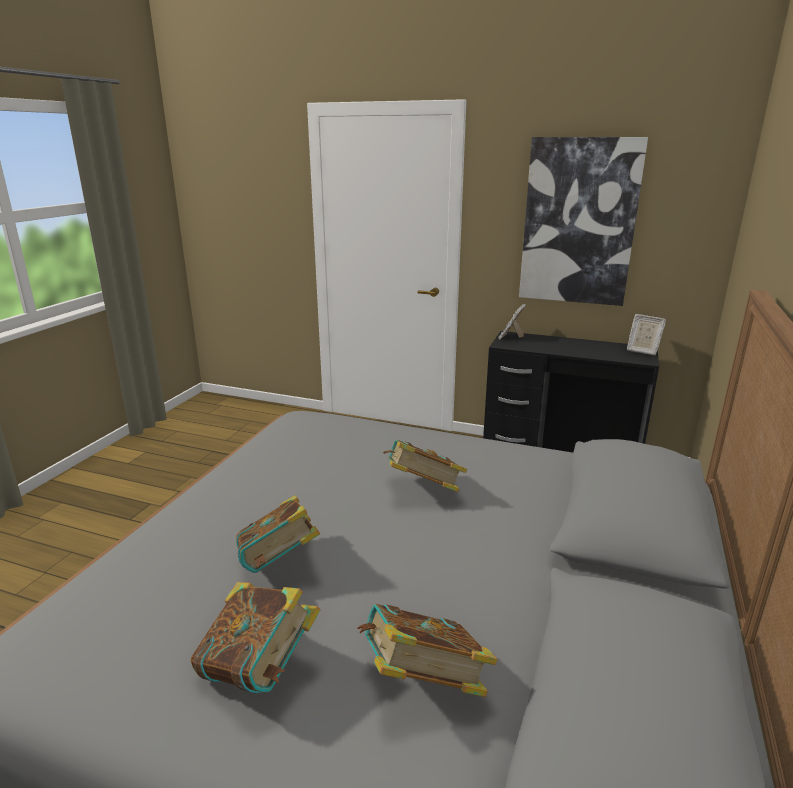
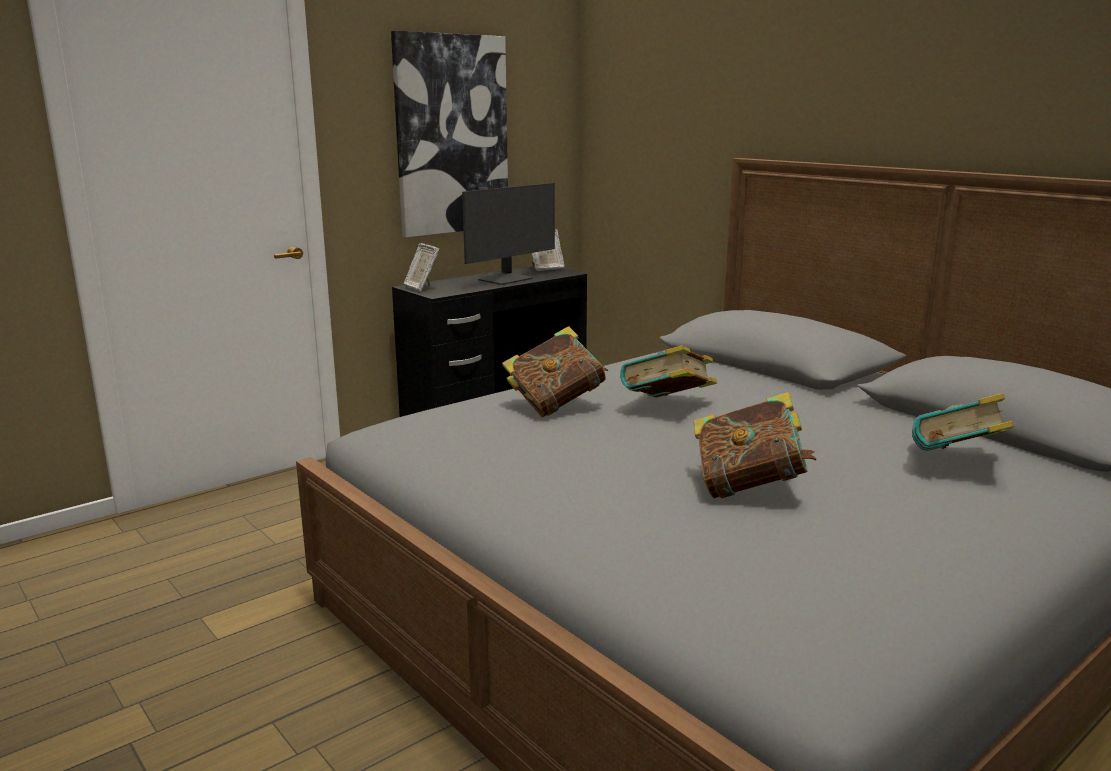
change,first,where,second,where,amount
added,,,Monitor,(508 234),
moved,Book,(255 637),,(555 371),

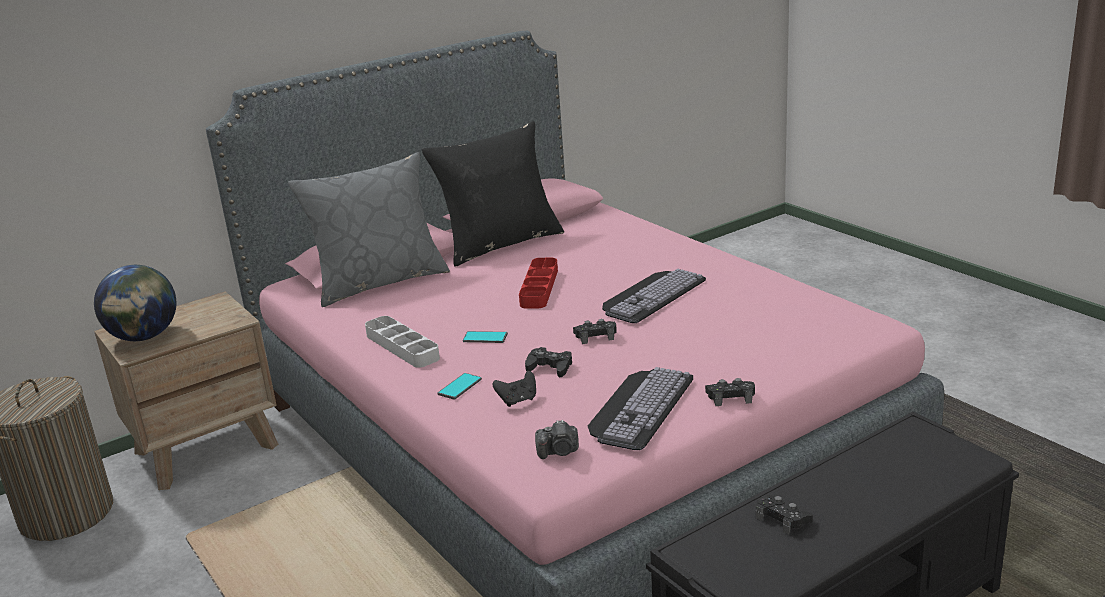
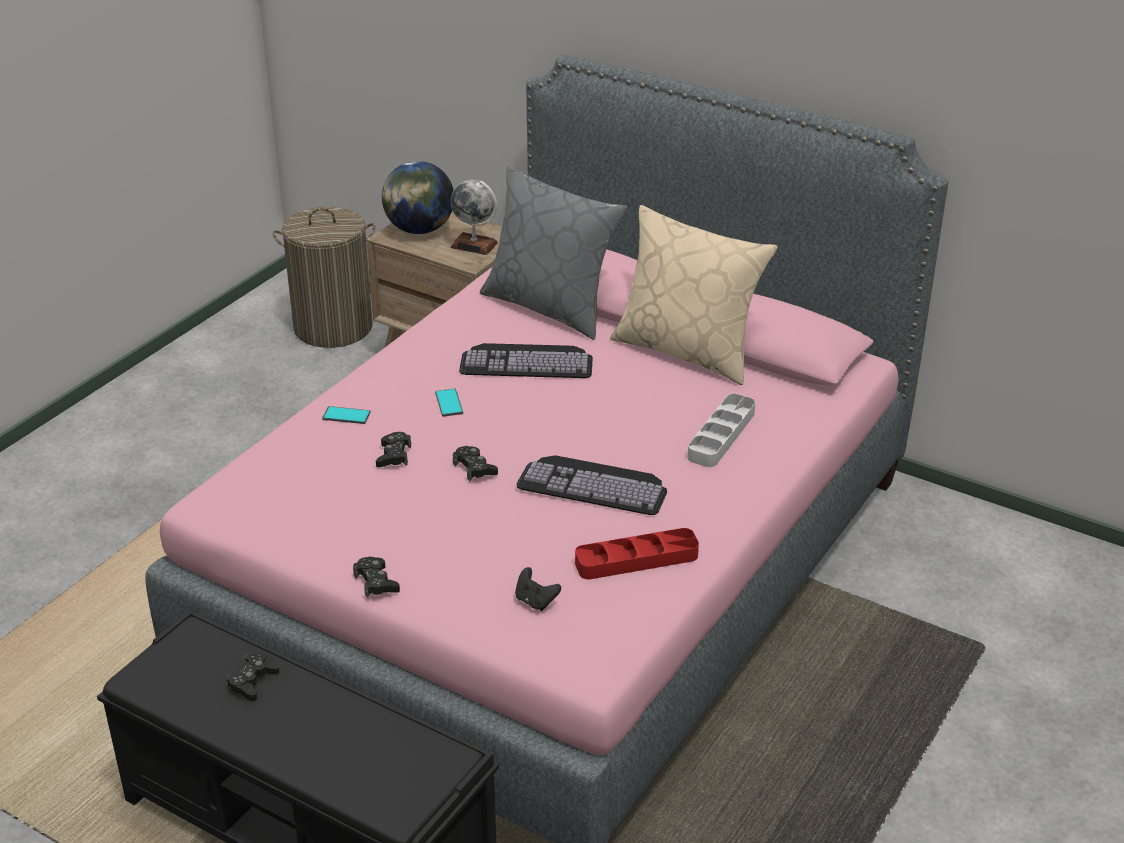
change,first,where,second,where,amount
removed,PhotoCamera,(557 439),,,
added,,,Globe,(474 217),
moved,GreyTray,(402 342),,(721 430),
moved,BlackGameController,(514 389),,(538 589),
moved,RedTray,(538 283),,(637 553),
moved,Keyboard,(640 408),,(526 360),
recoloured,BlackPillow,(493 194),BeigePillow,(693 295),

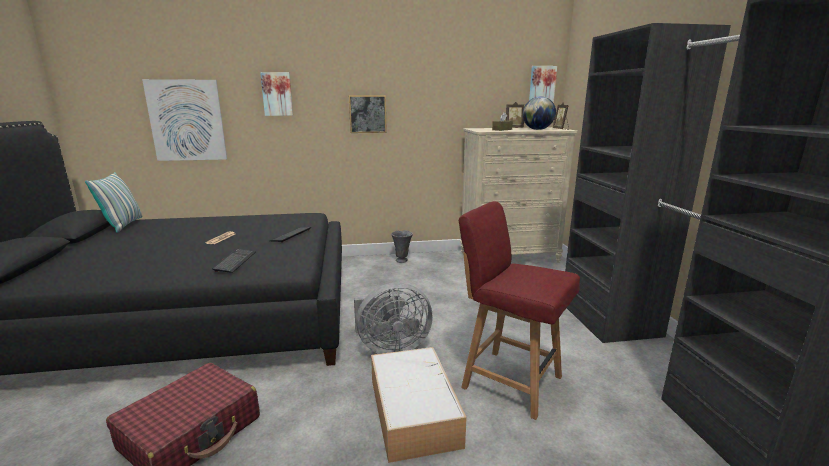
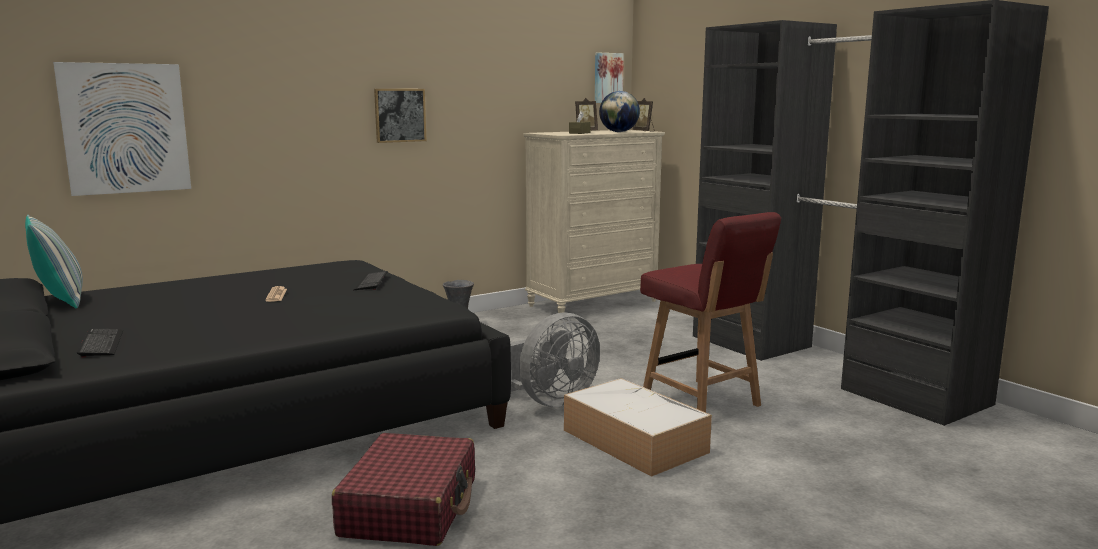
change,first,where,second,where,amount
removed,Picture,(276 94),,,
moved,Keyboard,(234 261),,(100 343),
turned,RedChair,(519 310),,(710 312),135 degrees counterclockwise

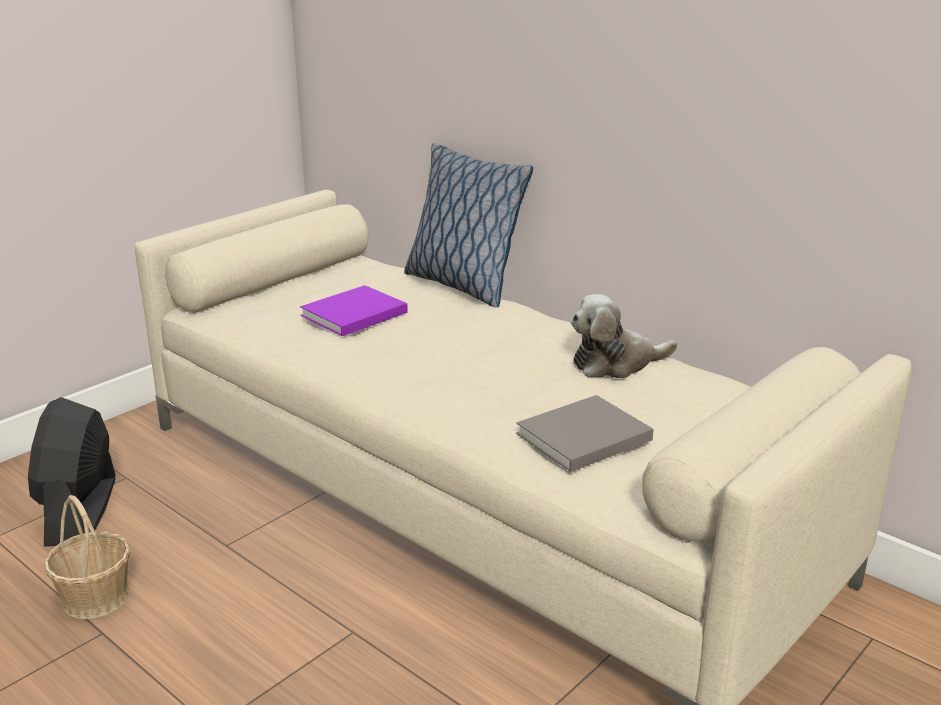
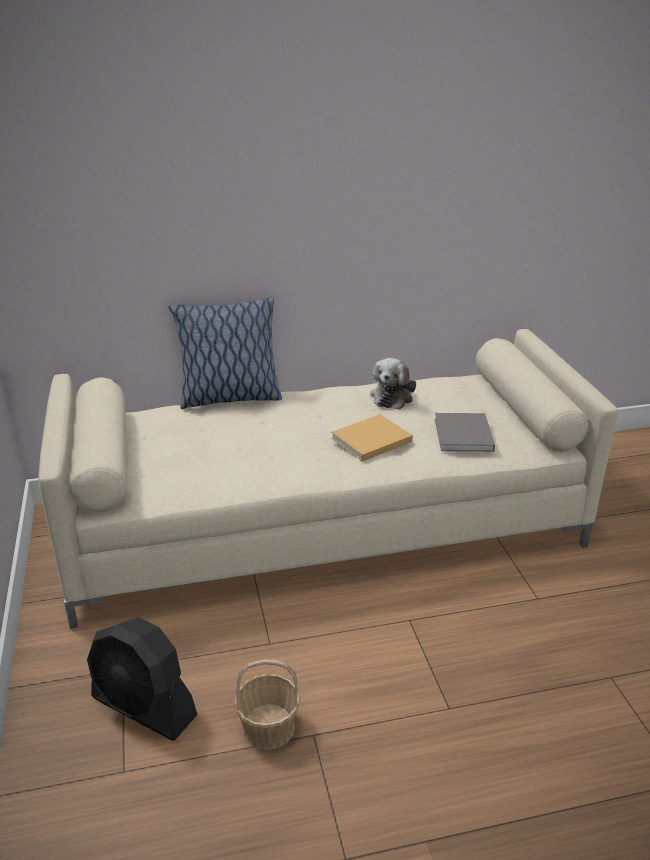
change,first,where,second,where,amount
removed,PurpleBook,(354 310),,,
added,,,BeigeBook,(372 438),

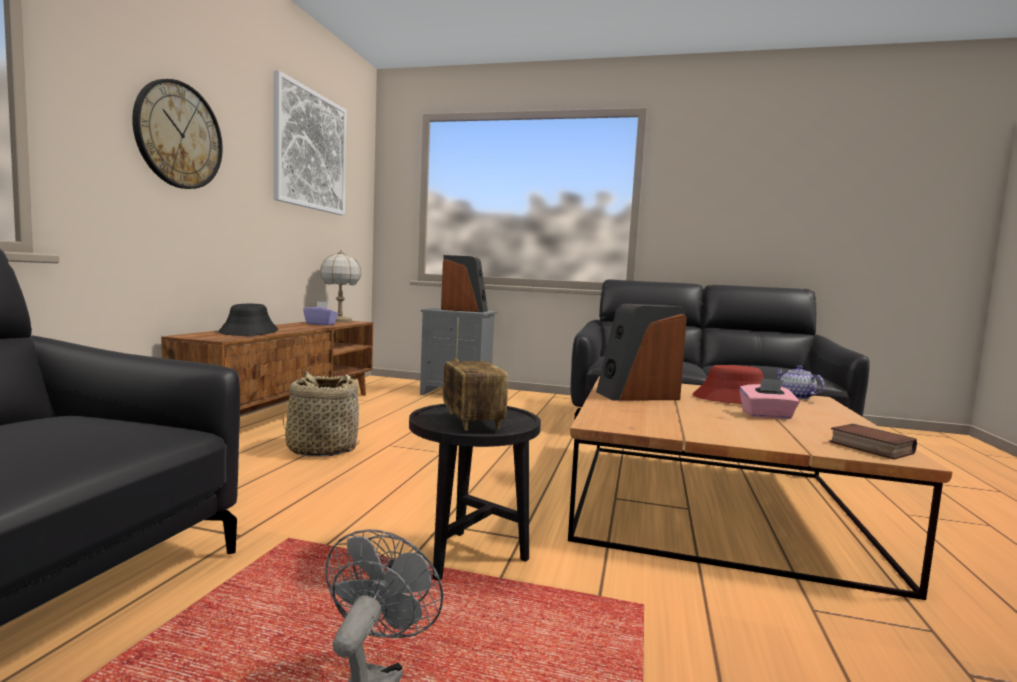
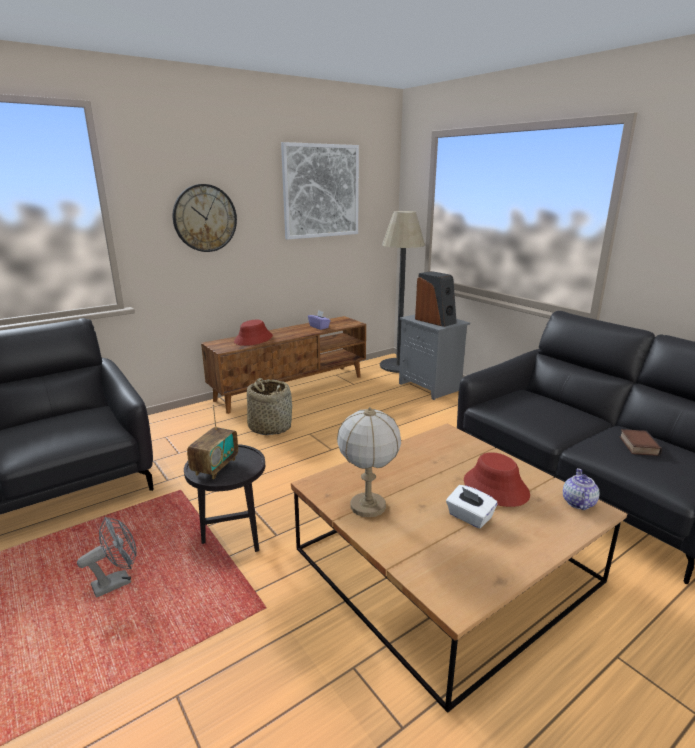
change,first,where,second,where,amount
removed,Speaker,(641 352),,,
added,,,FloorLamp,(402 292),
moved,TableLamp,(340 286),,(369 462),
moved,Book,(873 442),,(641 442),
recoloured,BlackHat,(248 320),RedHat,(253 333),
recoloured,PinkTissueBox,(769 398),WhiteTissueBox,(471 507),

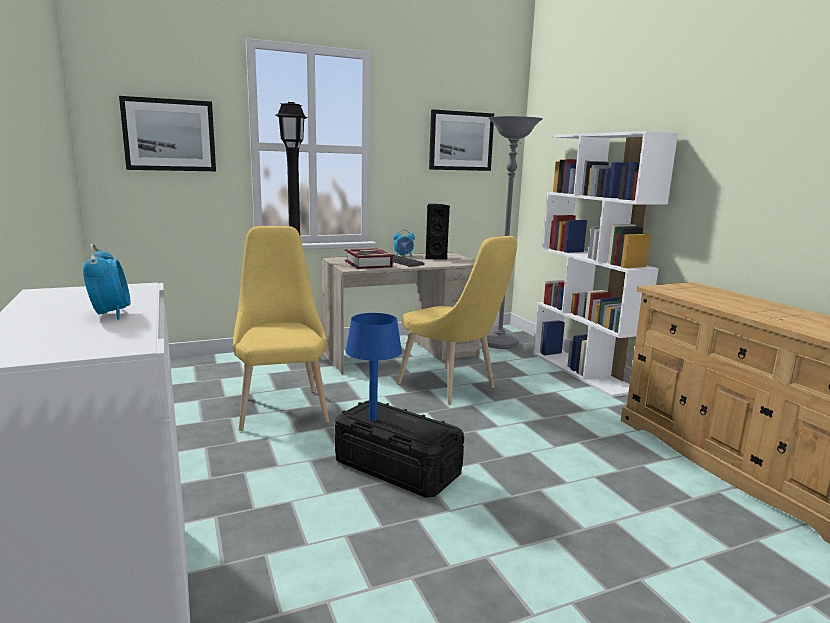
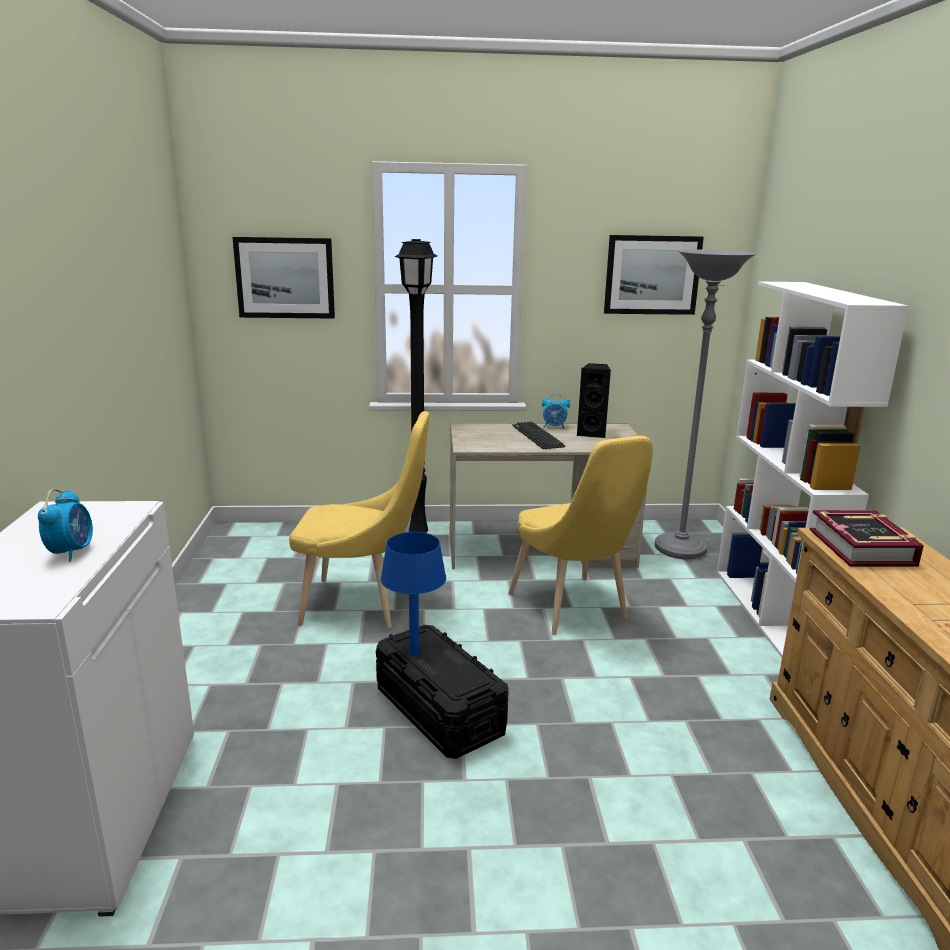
change,first,where,second,where,amount
moved,Book,(369 258),,(867 538),
turned,YellowChair,(281 328),,(359 519),90 degrees clockwise

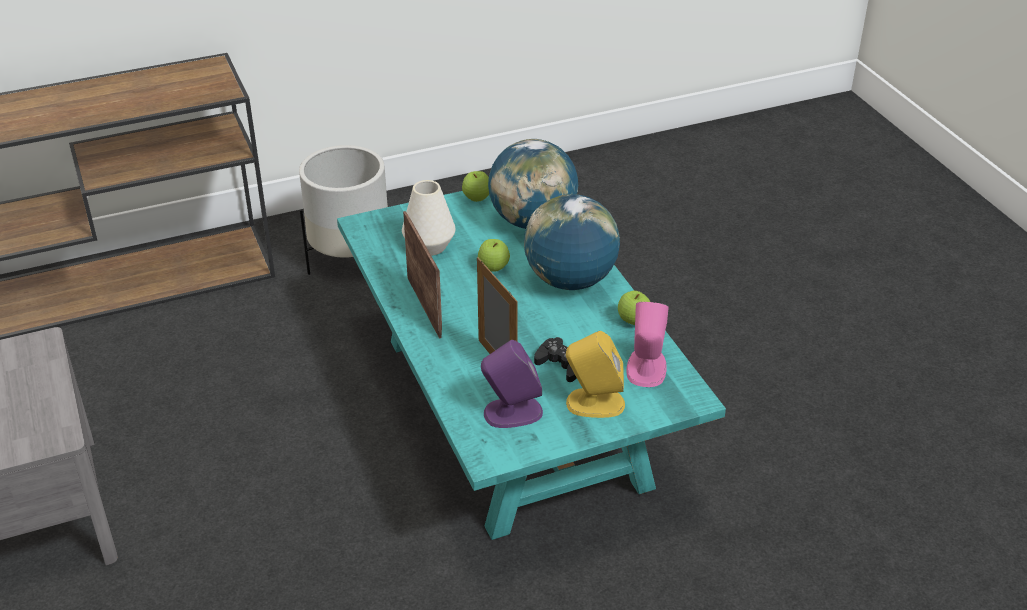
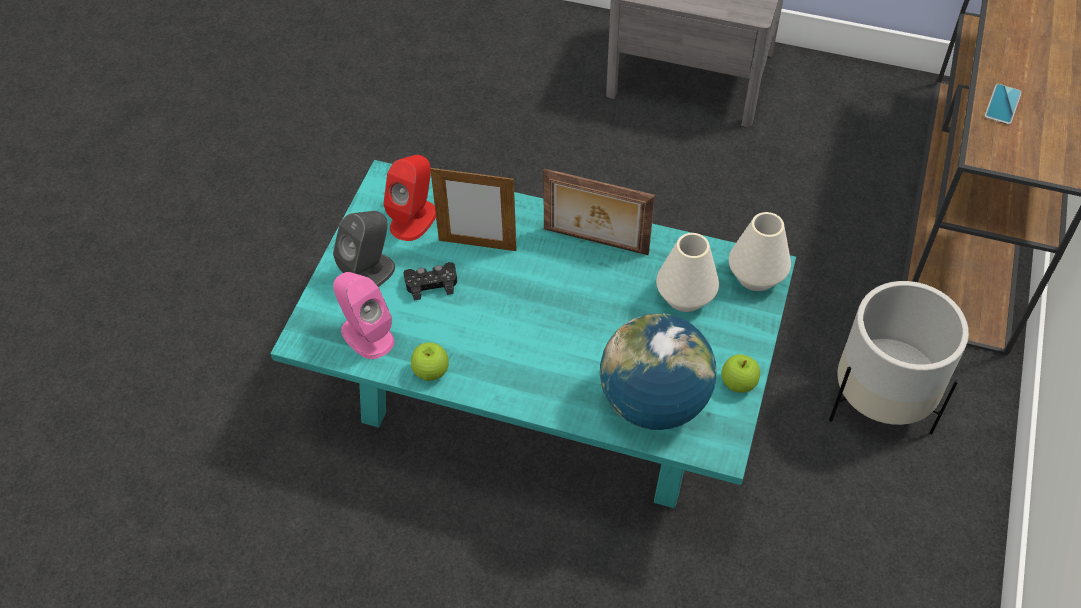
change,first,where,second,where,amount
removed,Apple,(494 255),,,
removed,Globe,(572 242),,,
added,,,WhiteVase,(760 251),
added,,,Phone,(1003 104),
recoloured,PurpleSpeaker,(512 384),RedSpeaker,(409 198),
recoloured,YellowSpeaker,(595 374),GreySpeaker,(364 249),

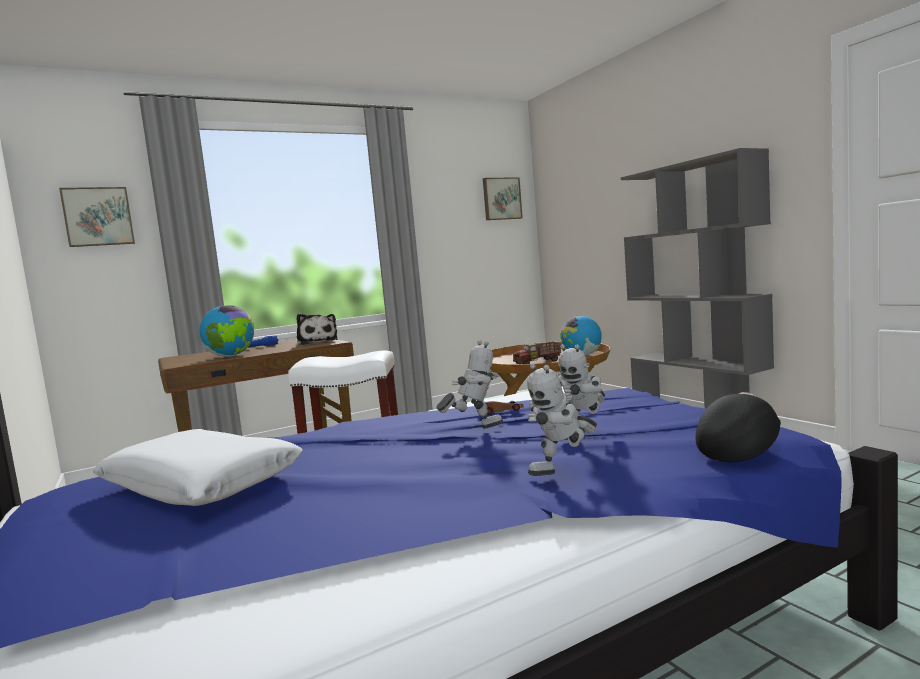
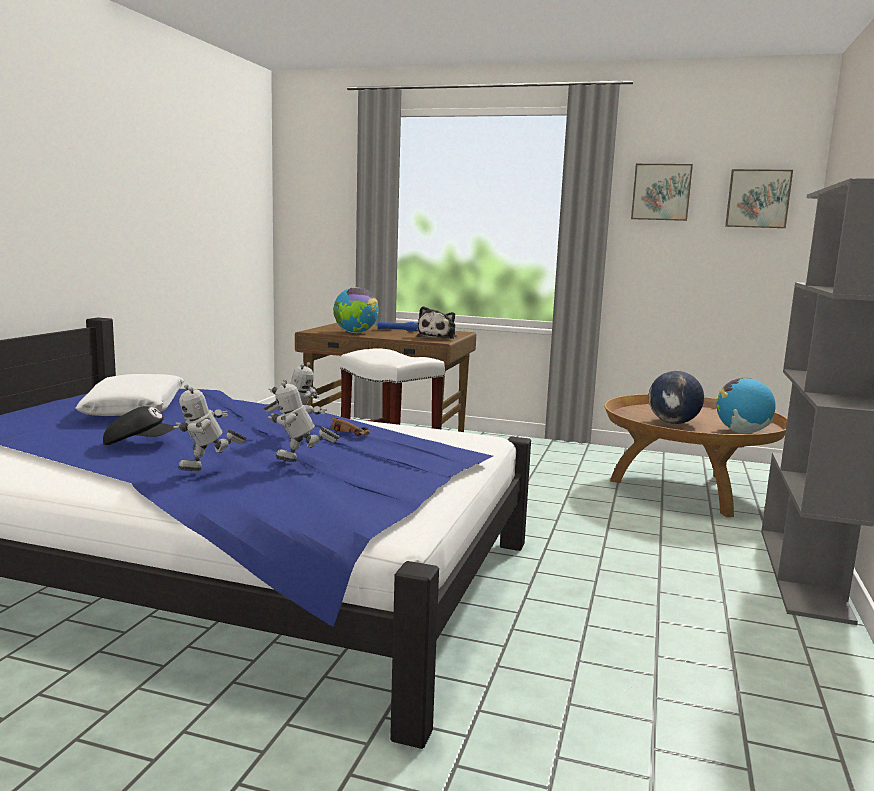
change,first,where,second,where,amount
moved,Picture,(97 217),,(662 192),
moved,BlackCap,(738 427),,(139 425),
replaced,ToyTruck,(537 353),Globe,(676 397),
turned,ToyRobot,(562 419),,(210 427),45 degrees counterclockwise

